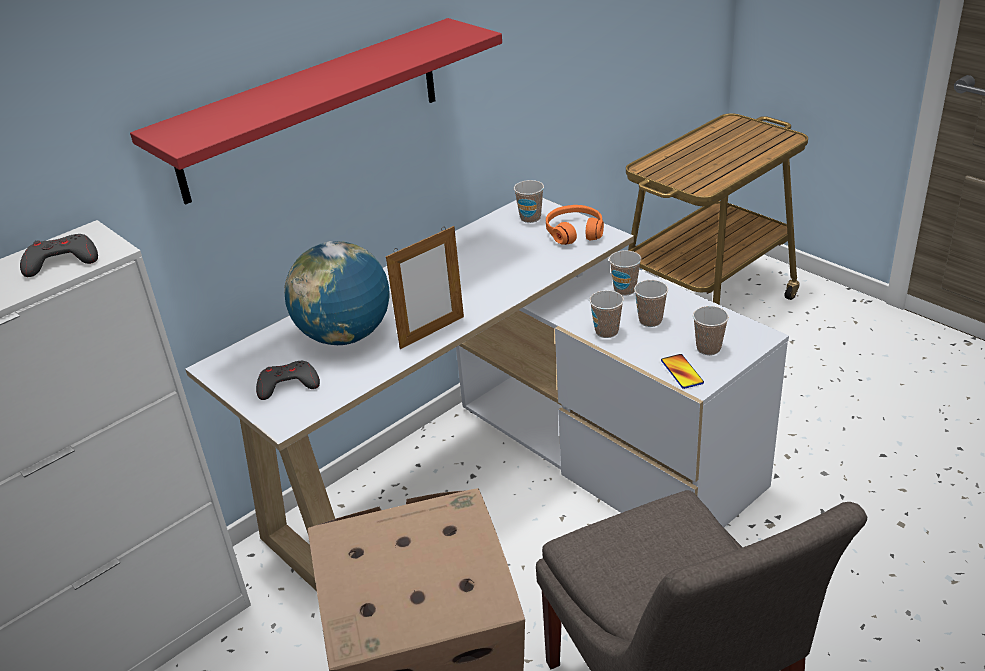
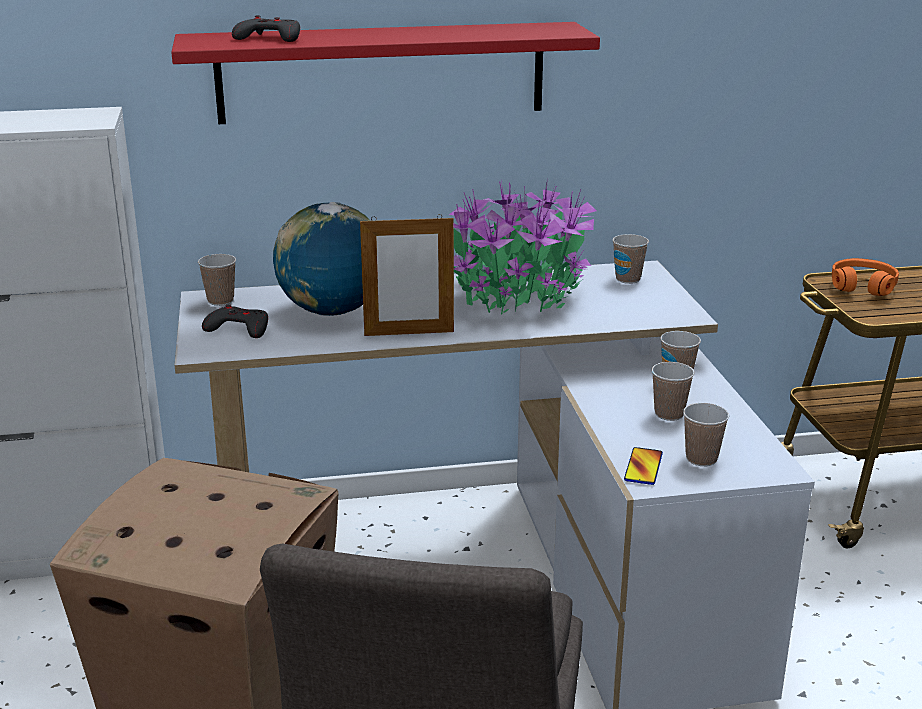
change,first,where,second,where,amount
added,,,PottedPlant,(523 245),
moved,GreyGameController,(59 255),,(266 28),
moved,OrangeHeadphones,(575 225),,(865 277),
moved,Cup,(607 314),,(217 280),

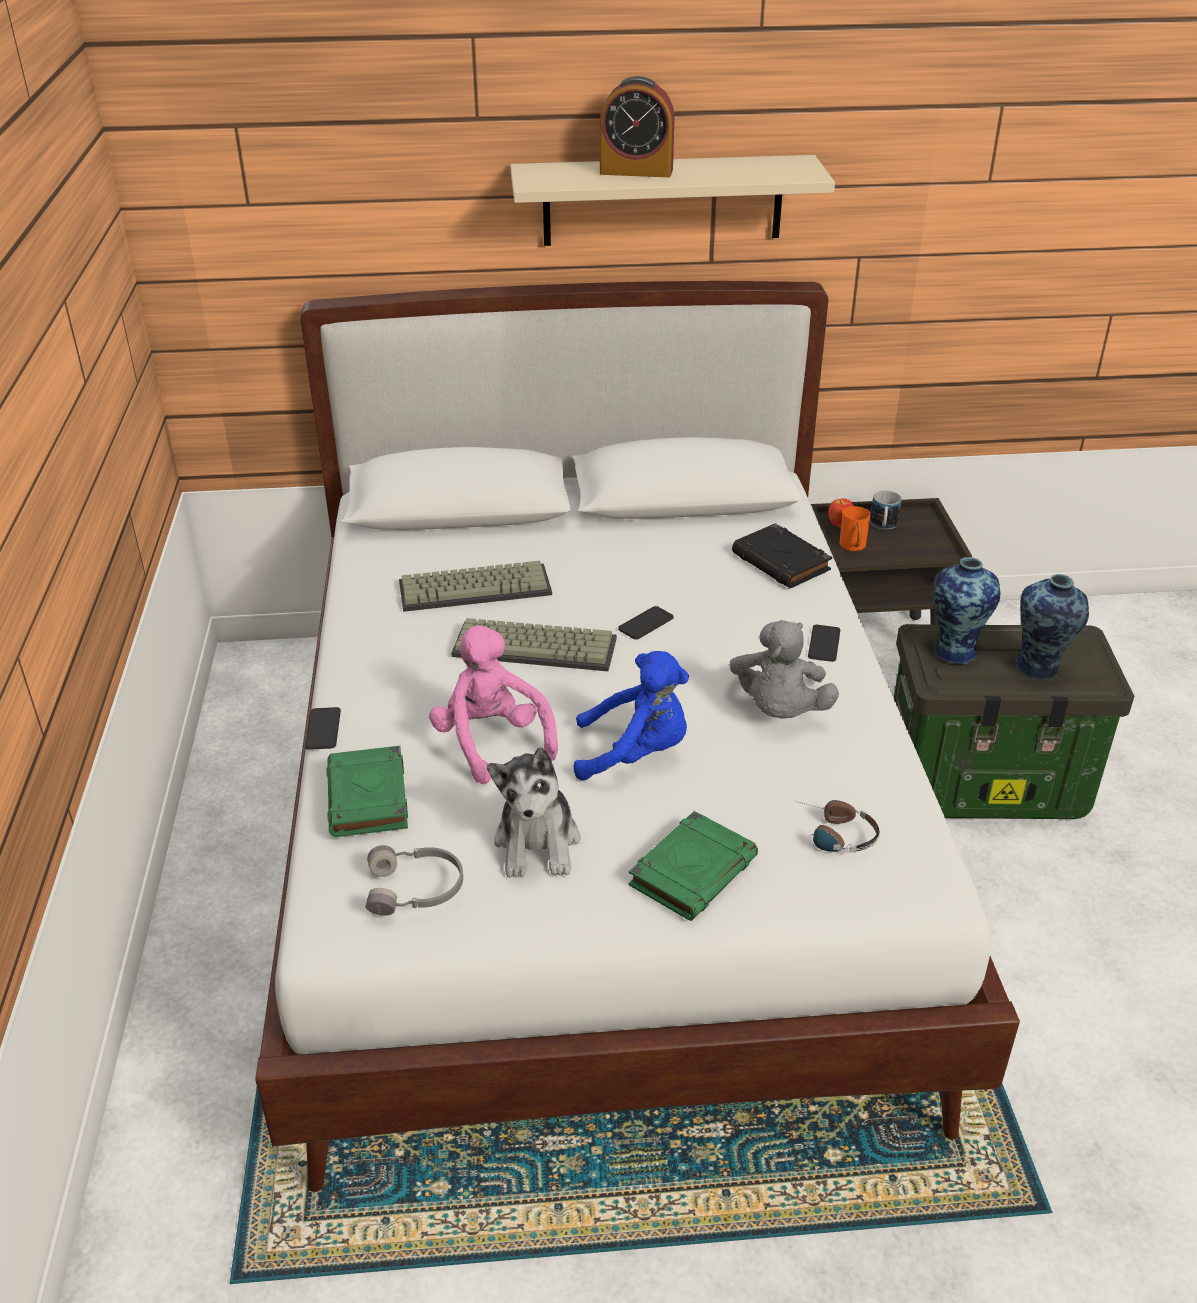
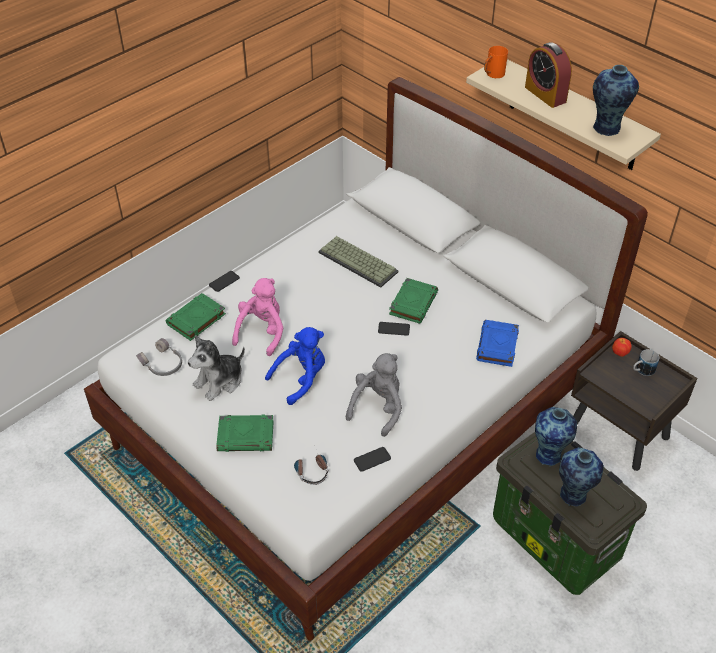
change,first,where,second,where,amount
removed,Keyboard,(534 644),,,
added,,,GreenBook,(413 301),
added,,,Vase,(616 100),
moved,Phone,(824 643),,(372 459),
moved,OrangeMug,(855 528),,(496 62),
recoloured,BlackBook,(782 555),BlueBook,(497 343),
turned,BluePlushToy,(631 716),,(295 366),90 degrees counterclockwise
turned,GreyPlushToy,(784 669),,(374 395),150 degrees clockwise

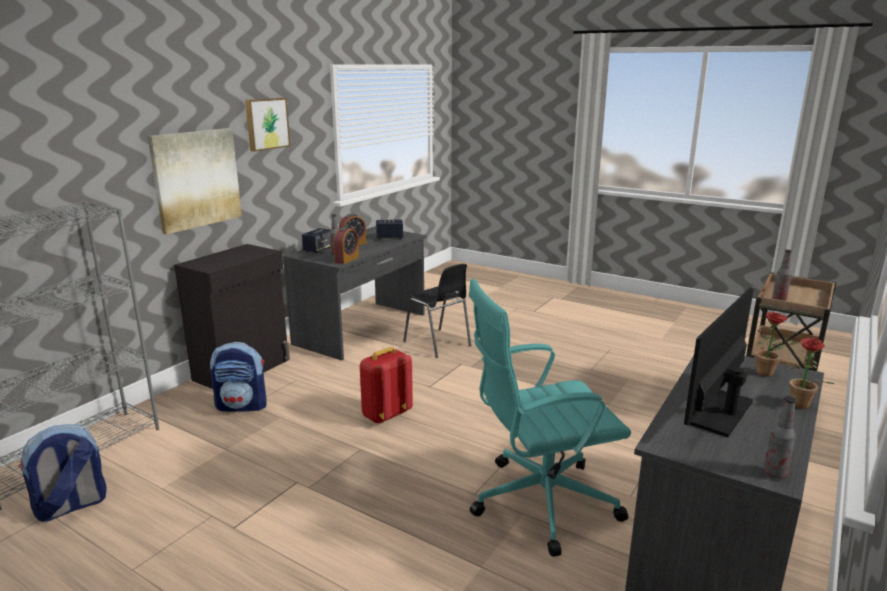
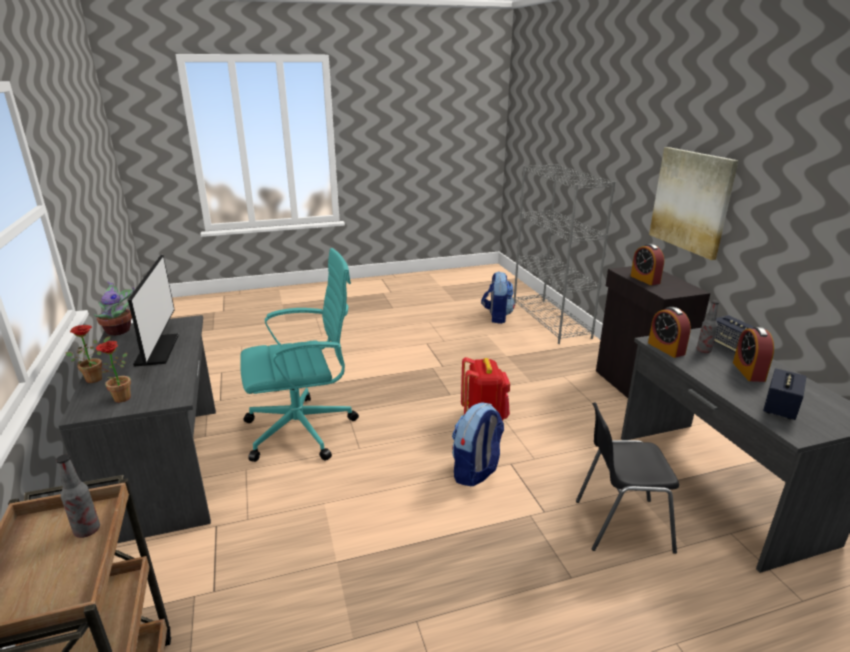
change,first,where,second,where,amount
removed,Picture,(267 124),,,
added,,,AlarmClock,(647 264),
moved,Backpack,(238 377),,(478 444),
replaced,Bottle,(780 437),PottedPlant,(113 308),
turned,TurquoiseOfficeChair,(550 418),,(299 355),45 degrees clockwise

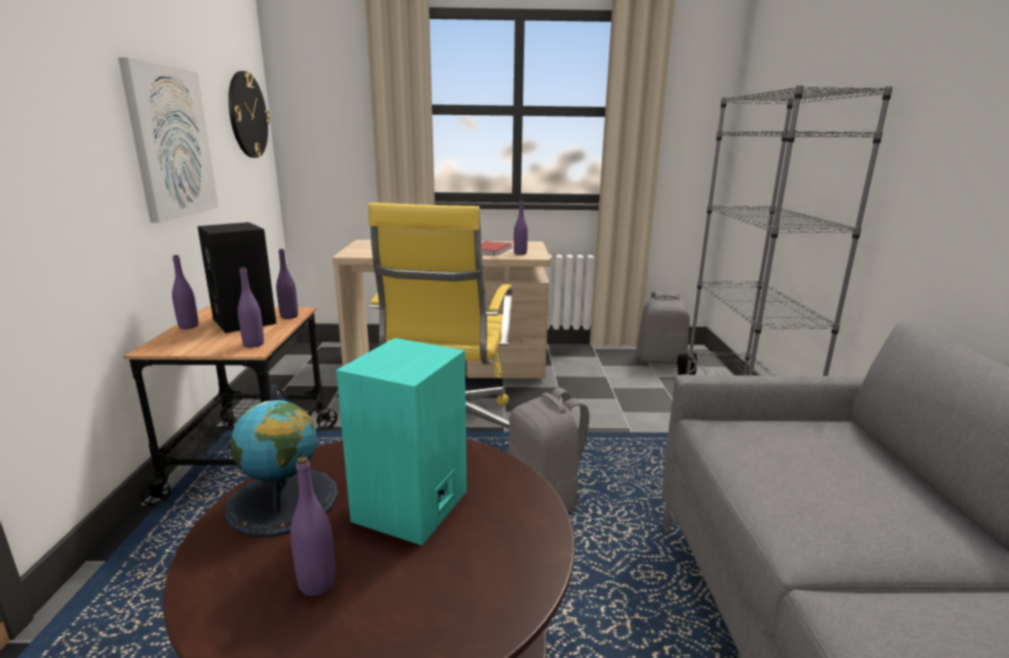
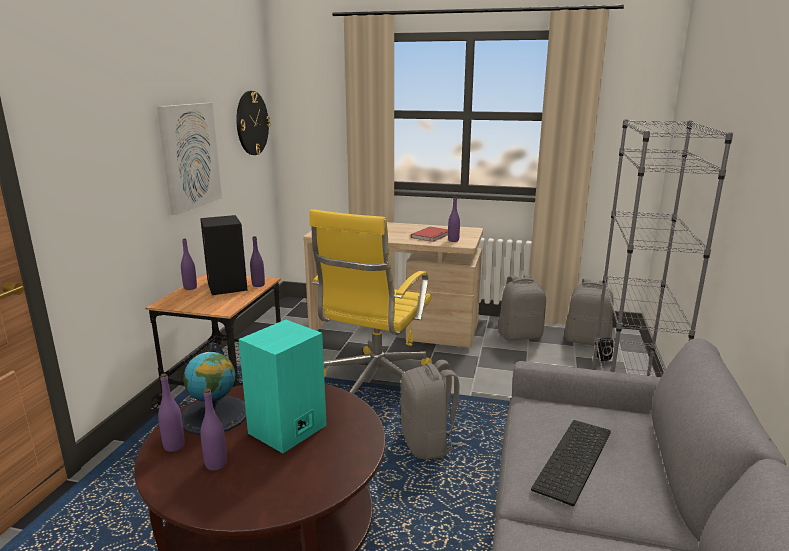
change,first,where,second,where,amount
added,,,GreyBackpack,(522 307),
added,,,Keyboard,(571 463),
moved,PurpleBottle,(251 307),,(171 412),

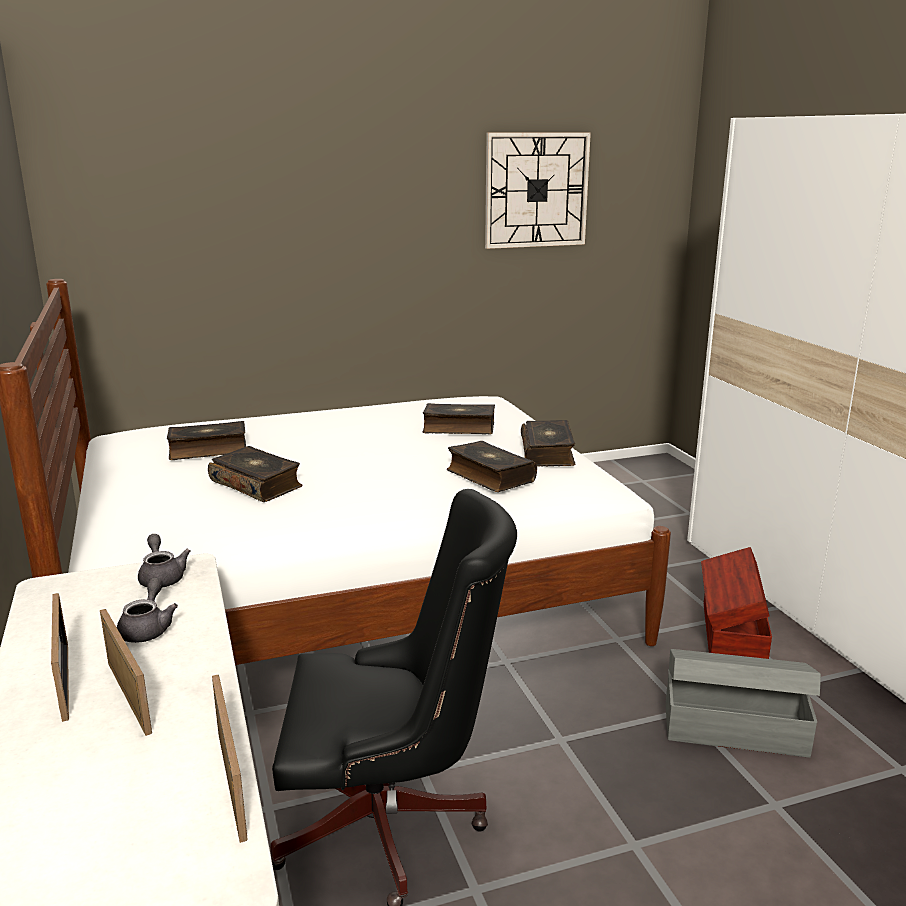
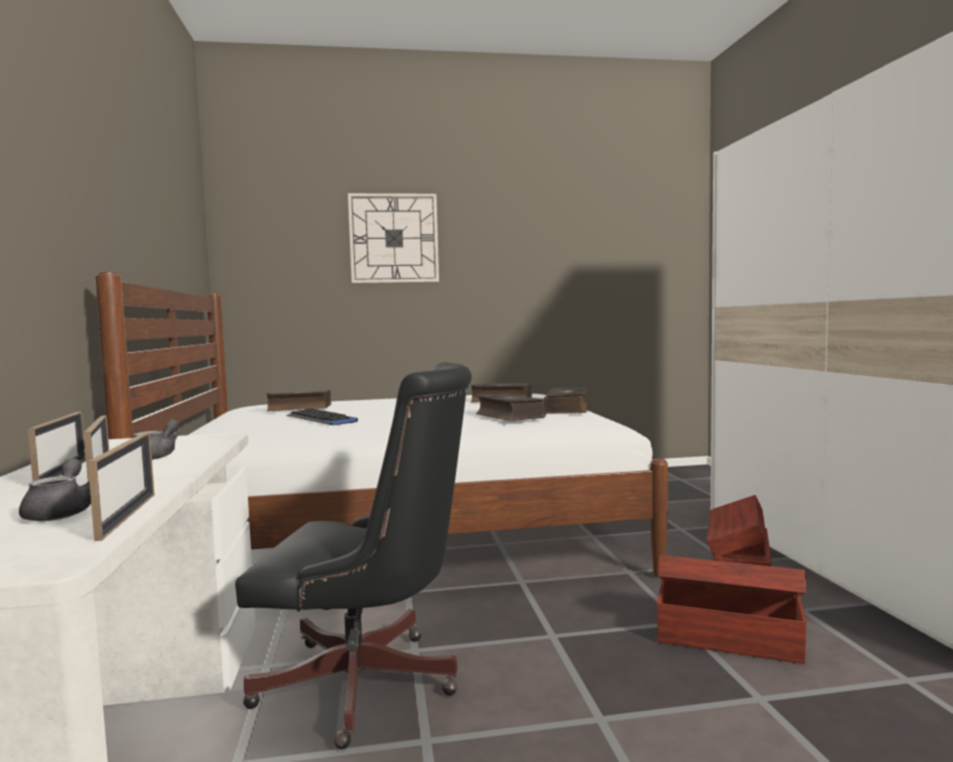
change,first,where,second,where,amount
moved,GreyTeapot,(164 561),,(55 489),
moved,WallClock,(538 191),,(393 238),
replaced,Book,(255 474),Keyboard,(322 416),
recoloured,GreyStorageBox,(743 703),BrownStorageBox,(732 609),

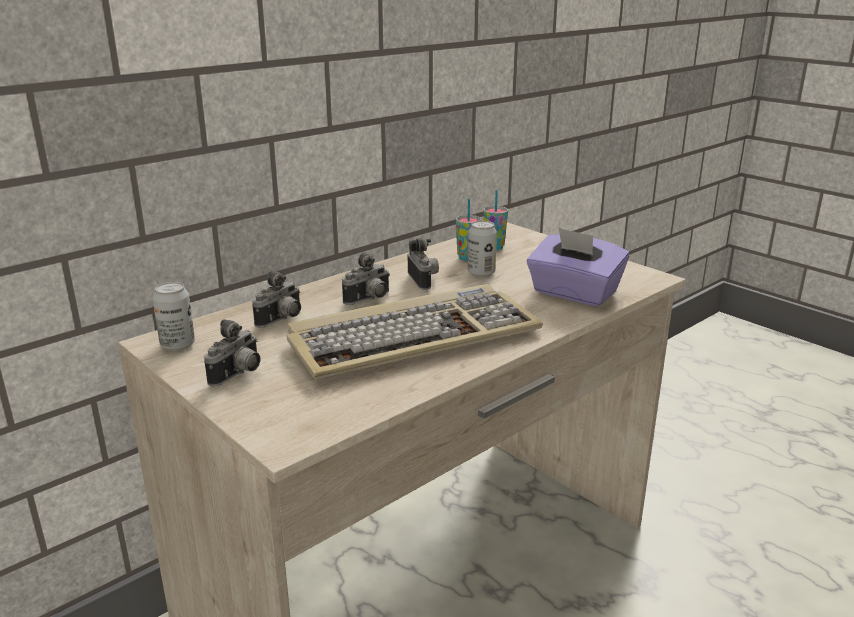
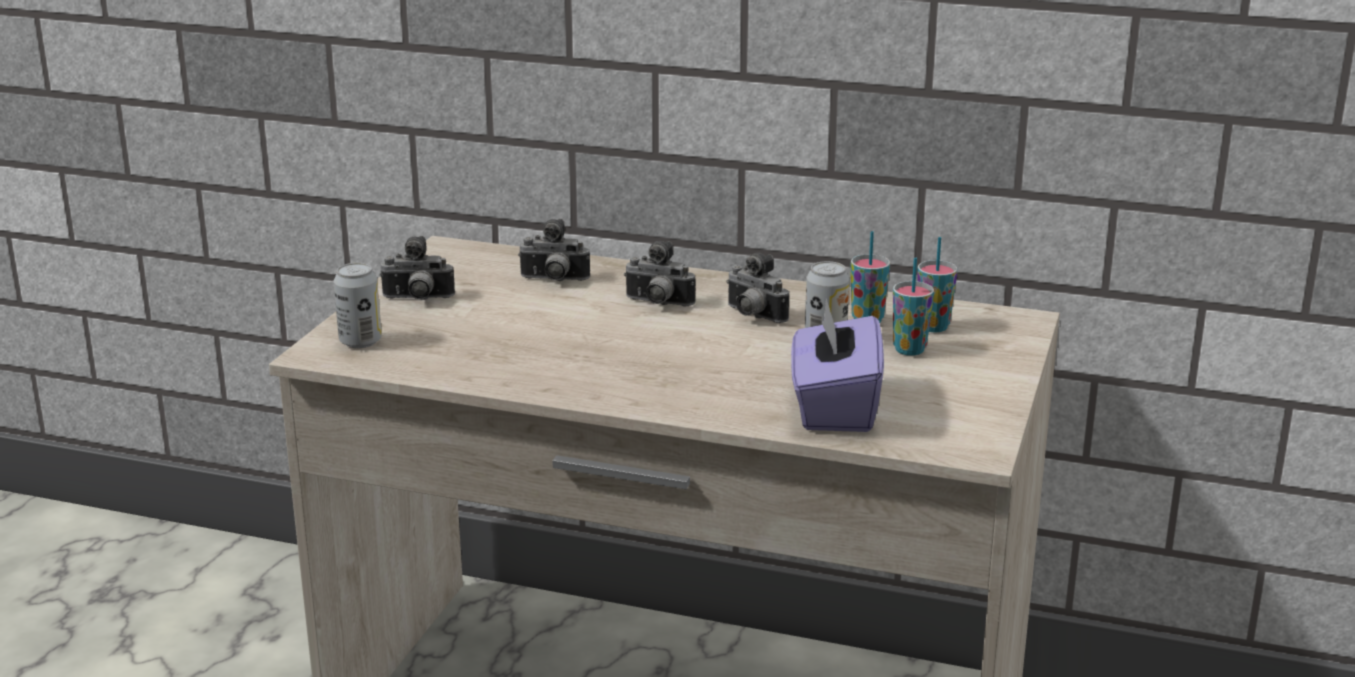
change,first,where,second,where,amount
removed,Keyboard,(415 332),,,
added,,,Cup,(913 307),
moved,Can,(173 316),,(358 305),
turned,PhotoCamera,(423 264),,(757 287),90 degrees clockwise

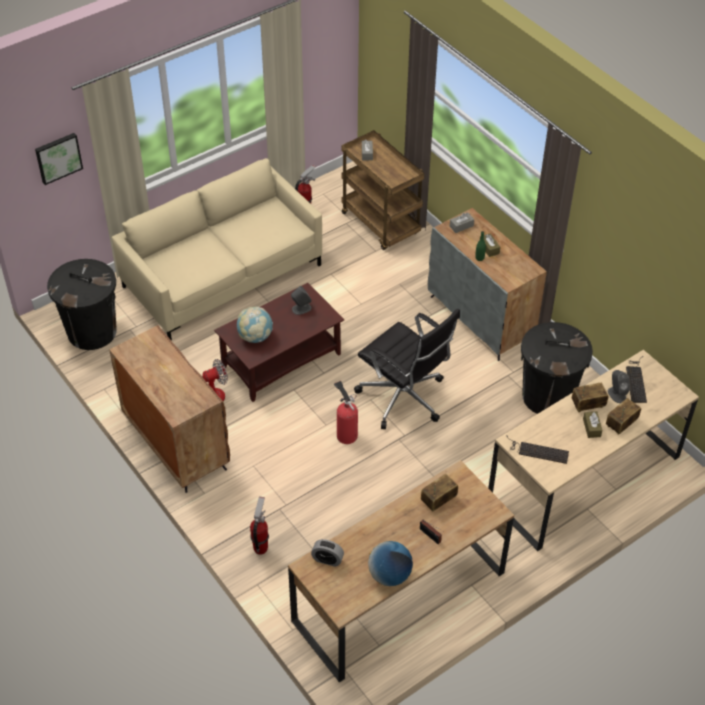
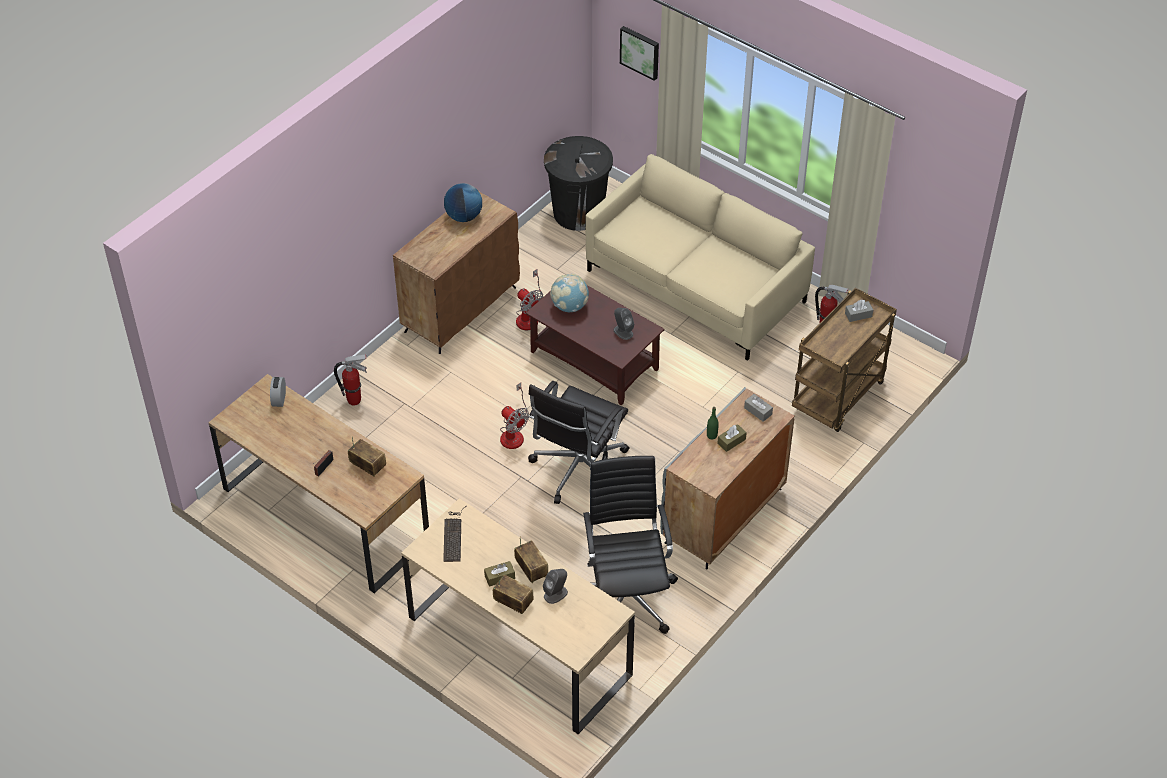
change,first,where,second,where,amount
removed,Keyboard,(636 379),,,
moved,Globe,(390 563),,(463 202),
replaced,FireExtinguisher,(346 412),Fan,(514 415),
replaced,BlackTrashCan,(557 368),BlackOfficeChair,(630 545),

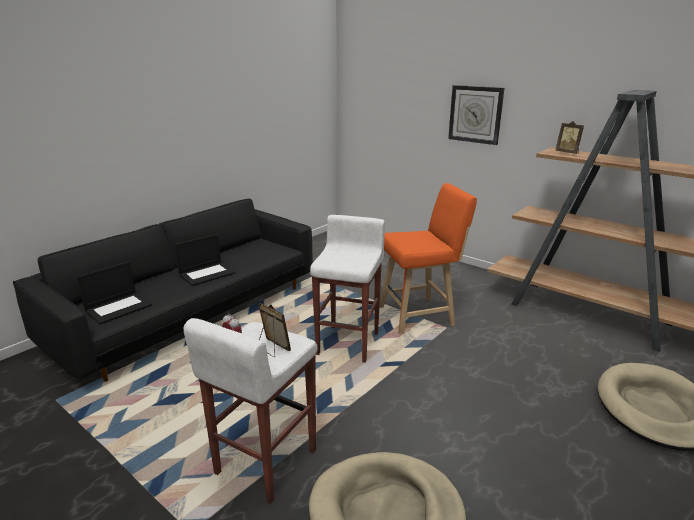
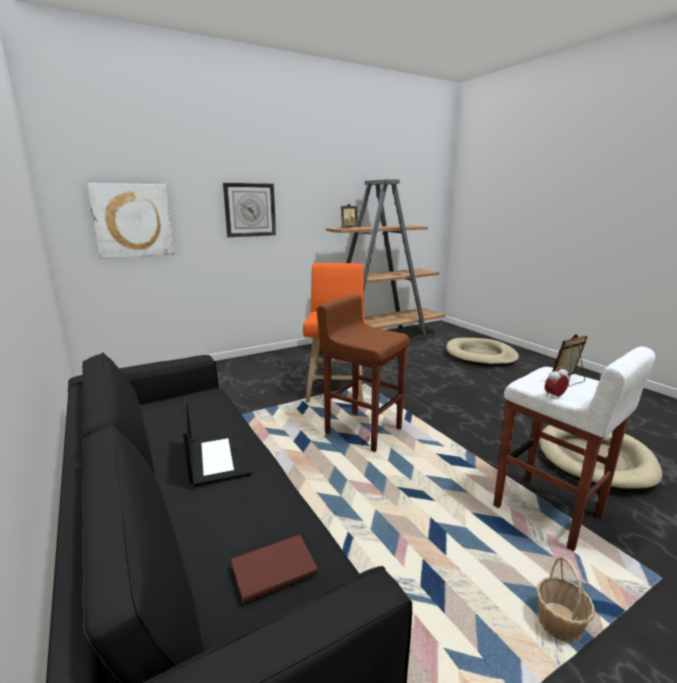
change,first,where,second,where,amount
added,,,Picture,(130 221),
added,,,Basket,(565 599),
replaced,Laptop,(114 293),BrownBook,(274 569),
recoloured,WhiteStool,(347 289),BrownStool,(363 373),

